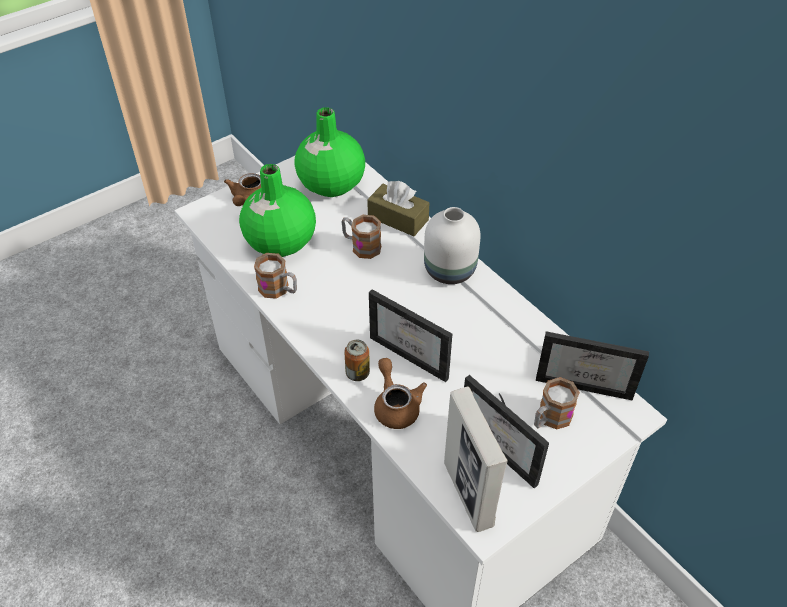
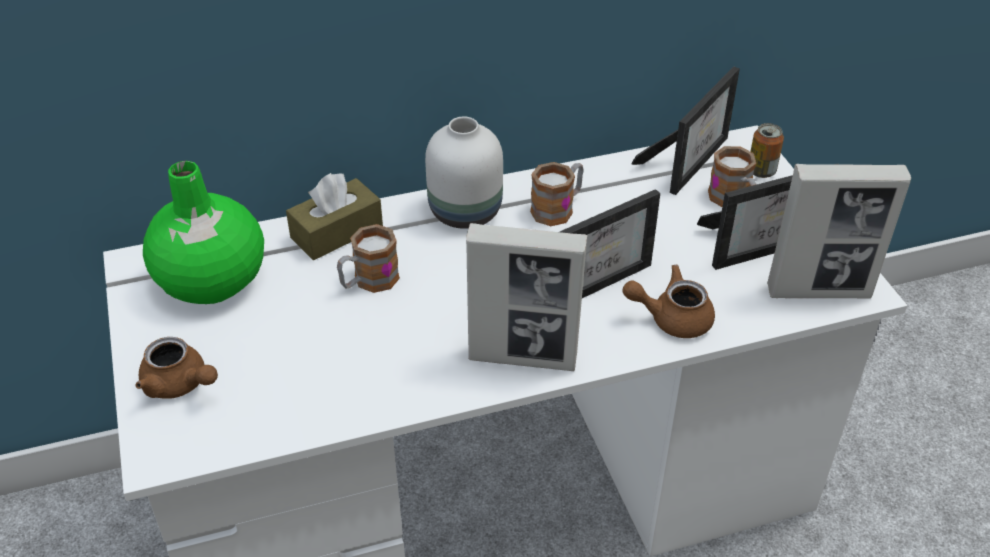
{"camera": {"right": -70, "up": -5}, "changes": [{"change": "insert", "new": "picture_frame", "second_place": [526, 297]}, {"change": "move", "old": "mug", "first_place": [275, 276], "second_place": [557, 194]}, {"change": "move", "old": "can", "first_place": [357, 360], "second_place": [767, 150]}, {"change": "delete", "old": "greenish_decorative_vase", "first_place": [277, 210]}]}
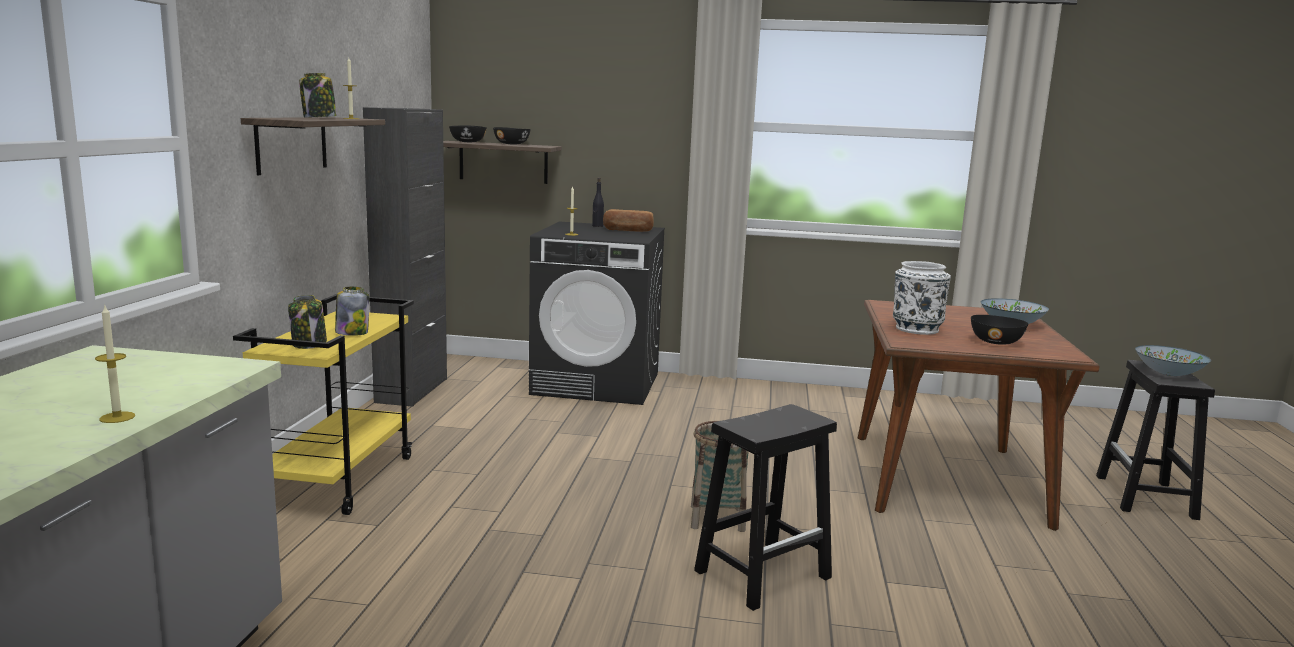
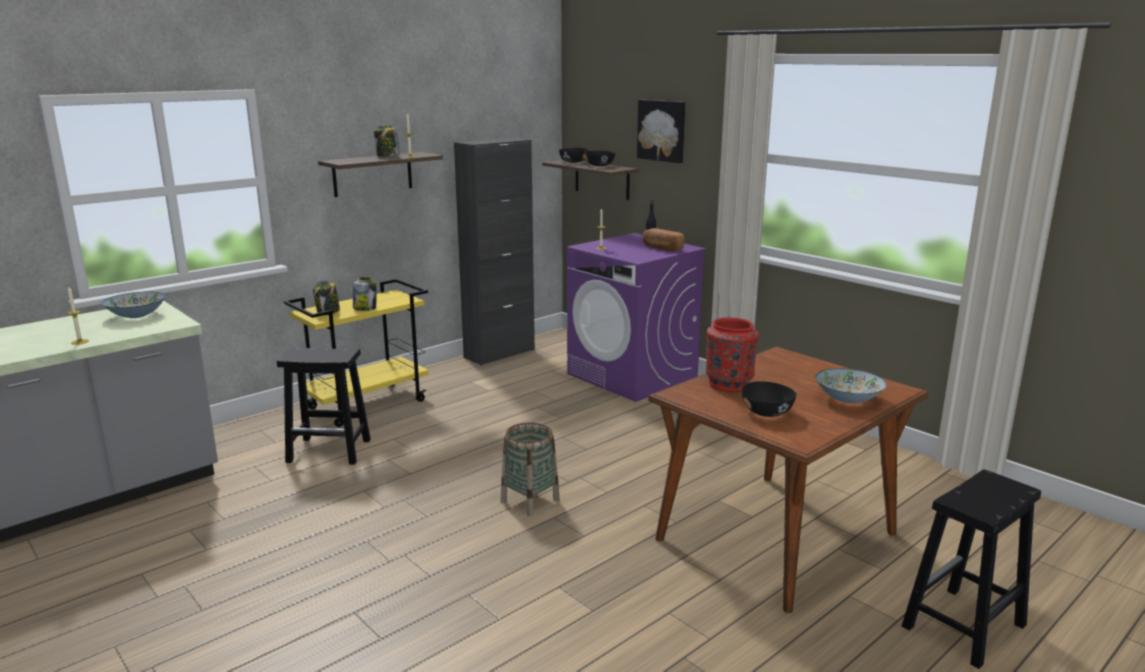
{"camera": {"right": 40, "up": 5}, "changes": [{"change": "move", "old": "serving_bowl", "first_place": [1173, 360], "second_place": [133, 304]}, {"change": "move", "old": "black_stool_seat", "first_place": [765, 507], "second_place": [324, 406]}, {"change": "recolor", "old": "black_washing_machine", "new": "purplish_washing_machine", "first_place": [597, 313], "second_place": [637, 317]}, {"change": "insert", "new": "wall_art", "second_place": [661, 131]}, {"change": "recolor", "old": "white-coloured_decorative_vase", "new": "reddish_decorative_vase", "first_place": [922, 298], "second_place": [732, 354]}]}
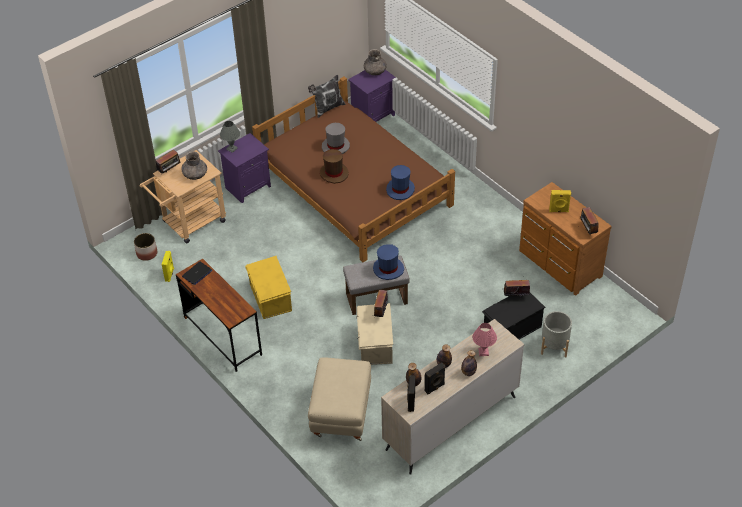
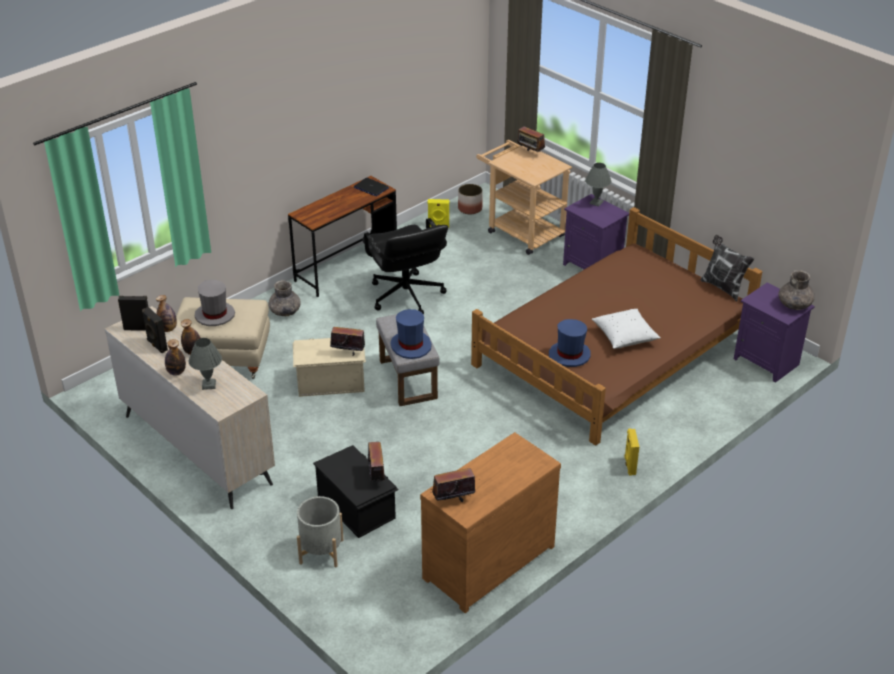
{"camera": {"right": 85, "up": -10}, "changes": [{"change": "recolor", "old": "pink-coloured_tabletop_lamp", "new": "greyish_tabletop_lamp", "first_place": [485, 339], "second_place": [205, 364]}, {"change": "move", "old": "greyish_hat", "first_place": [336, 138], "second_place": [215, 303]}, {"change": "move", "old": "greyish_decorative_vase", "first_place": [194, 165], "second_place": [284, 298]}, {"change": "replace", "old": "yellowish_storage_container", "new": "black_desk_chair", "first_place": [268, 287], "second_place": [405, 266]}, {"change": "insert", "new": "white-coloured_throw_pillow", "second_place": [626, 329]}, {"change": "move", "old": "yellowish_audio_speaker", "first_place": [560, 201], "second_place": [631, 452]}, {"change": "delete", "old": "brown-coloured_hat", "first_place": [334, 166]}]}
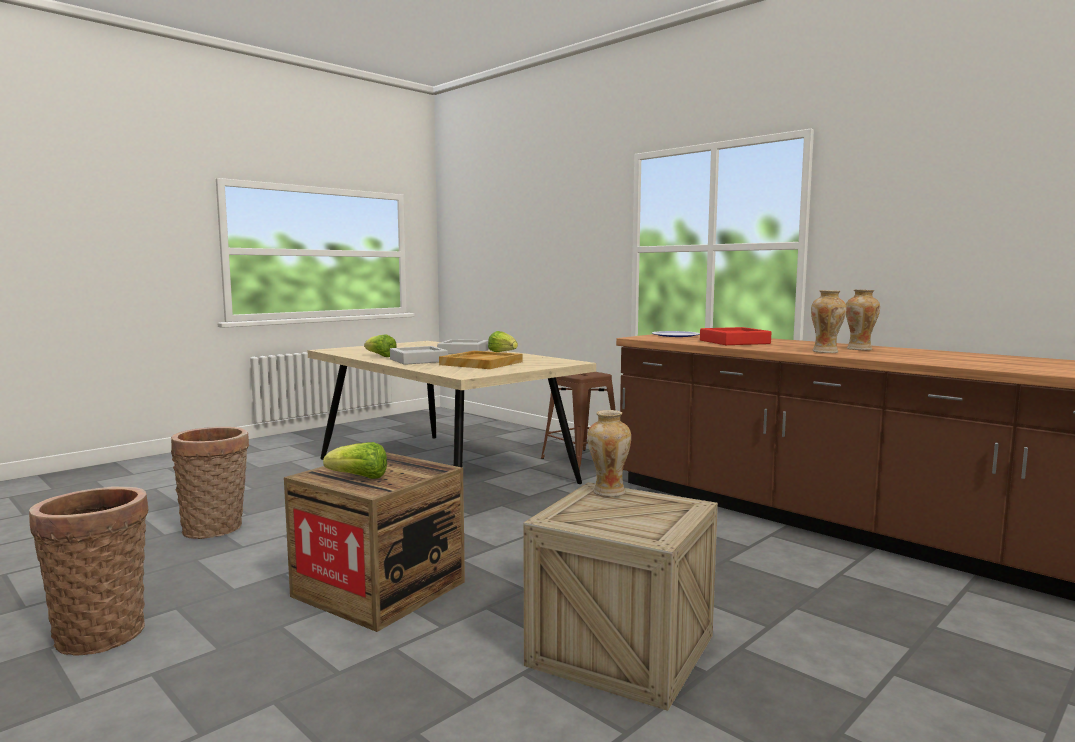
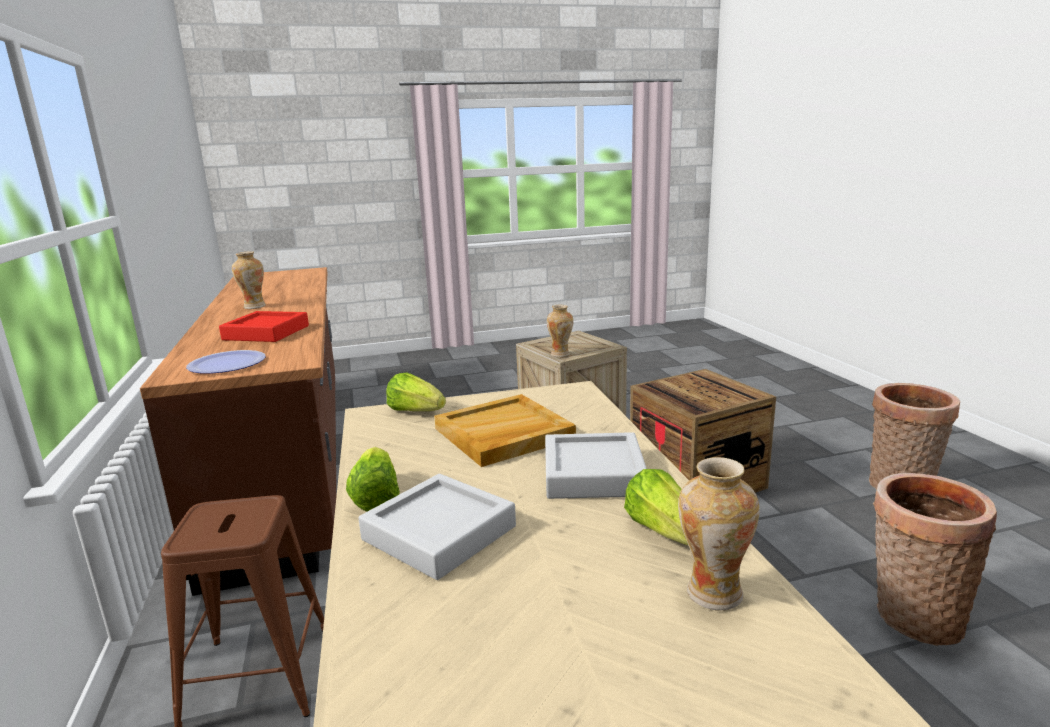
{"camera": {"right": -150, "up": 10}, "changes": [{"change": "move", "old": "head_of_lettuce", "first_place": [355, 460], "second_place": [416, 391]}, {"change": "move", "old": "decorative_vase", "first_place": [829, 321], "second_place": [719, 534]}]}
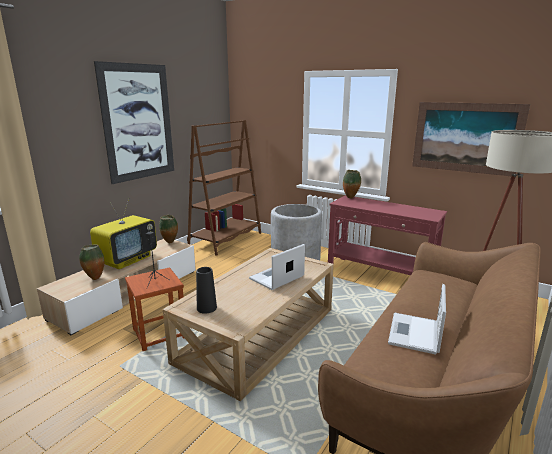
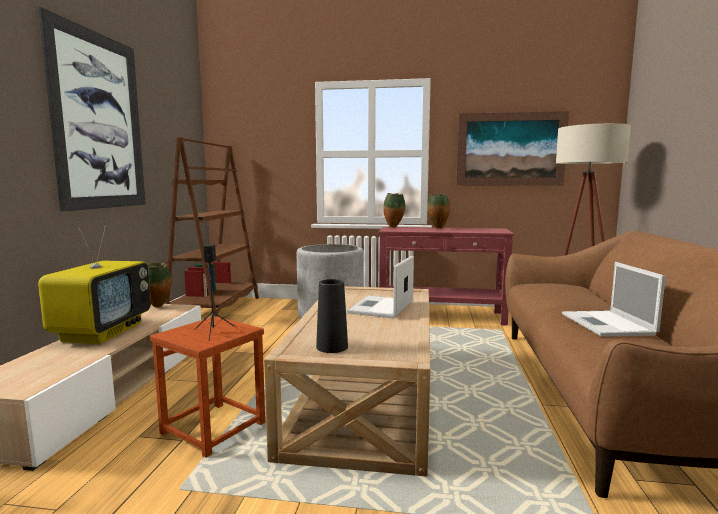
{"camera": {"right": -25, "up": -10}, "changes": [{"change": "move", "old": "decorative_vase", "first_place": [91, 262], "second_place": [438, 210]}]}
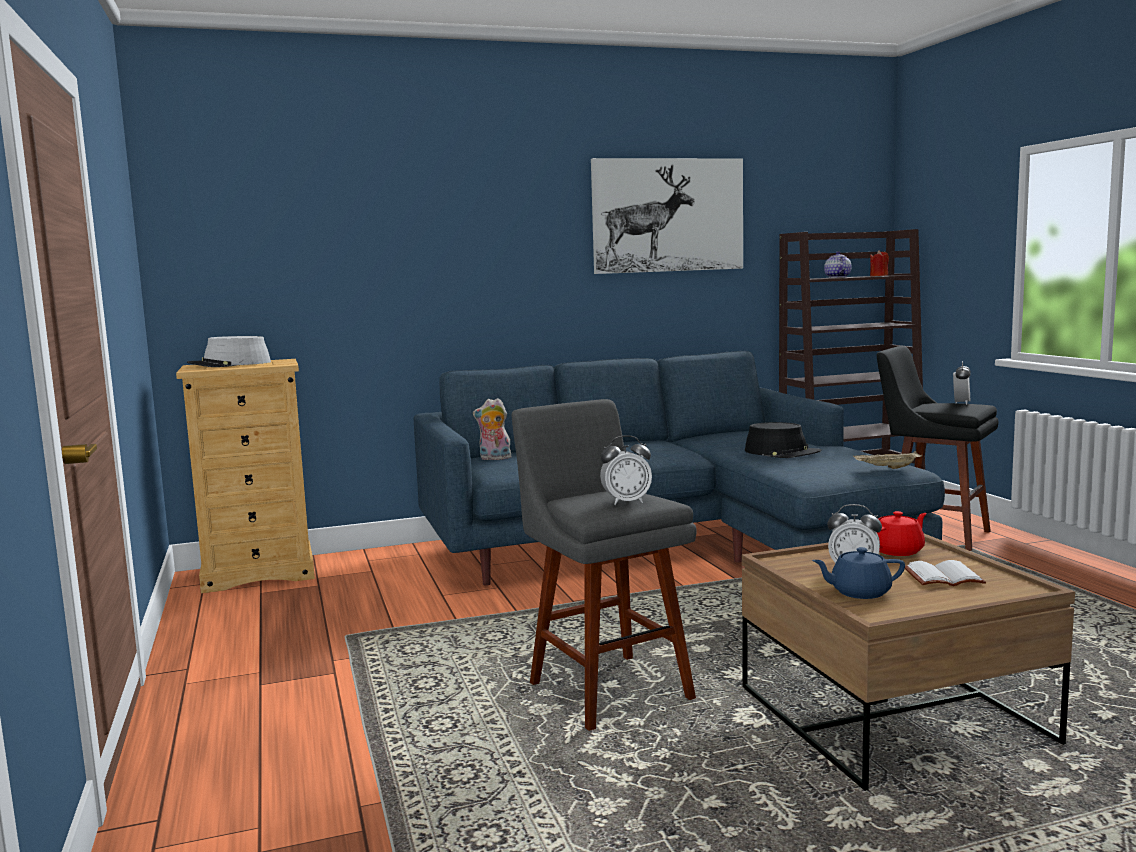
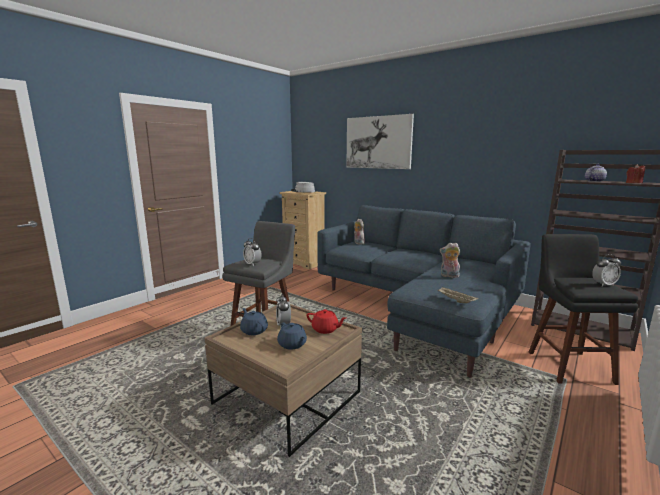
{"camera": {"right": 55, "up": 5}, "changes": [{"change": "replace", "old": "white-coloured_bound_book", "new": "blue_pot_for_tea", "first_place": [945, 573], "second_place": [292, 336]}, {"change": "move", "old": "wall_art", "first_place": [667, 216], "second_place": [380, 141]}, {"change": "replace", "old": "black_hat", "new": "soft_toy", "first_place": [783, 440], "second_place": [450, 260]}]}
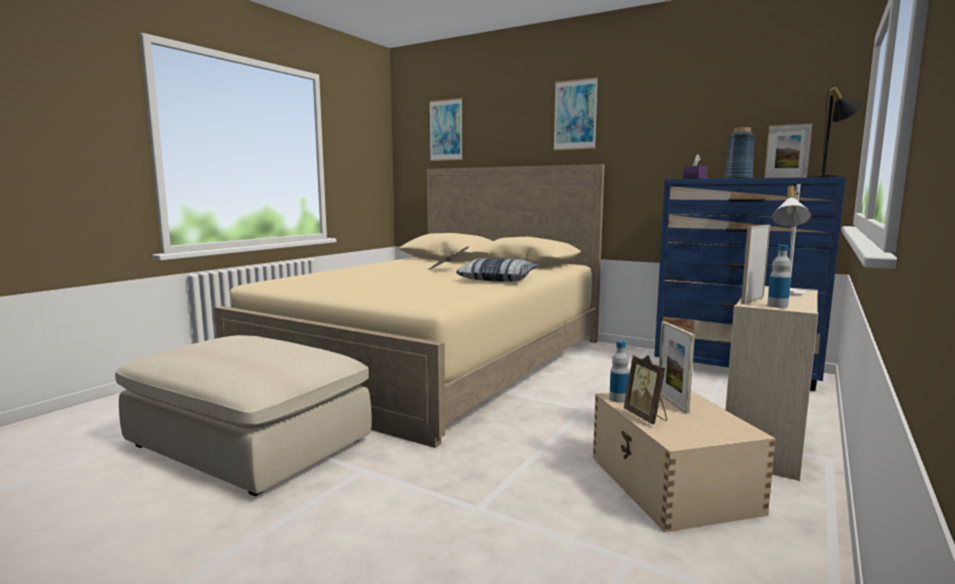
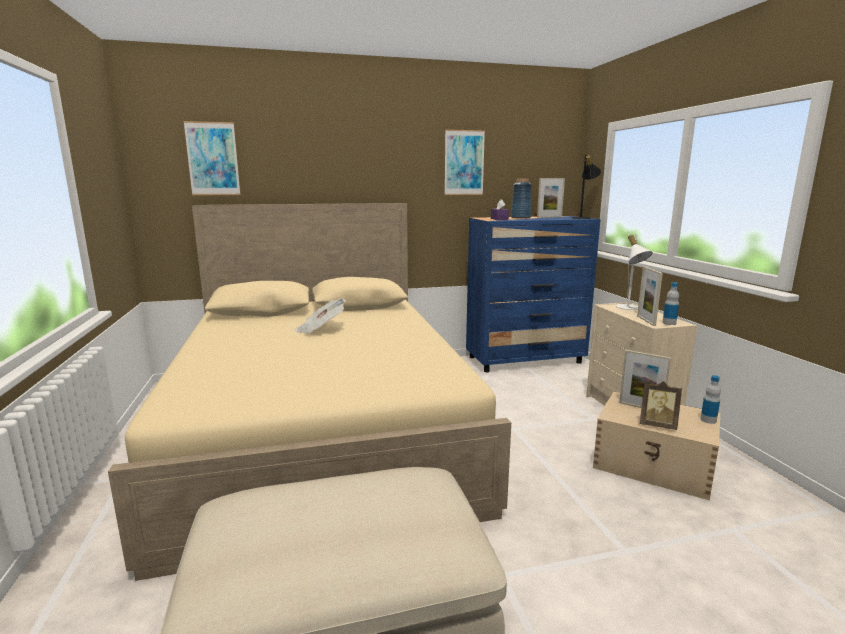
{"camera": {"right": -45, "up": 5}, "changes": [{"change": "move", "old": "wall_art", "first_place": [576, 113], "second_place": [464, 162]}, {"change": "move", "old": "drink_bottle", "first_place": [619, 372], "second_place": [710, 399]}, {"change": "delete", "old": "throw_pillow", "first_place": [497, 269]}]}
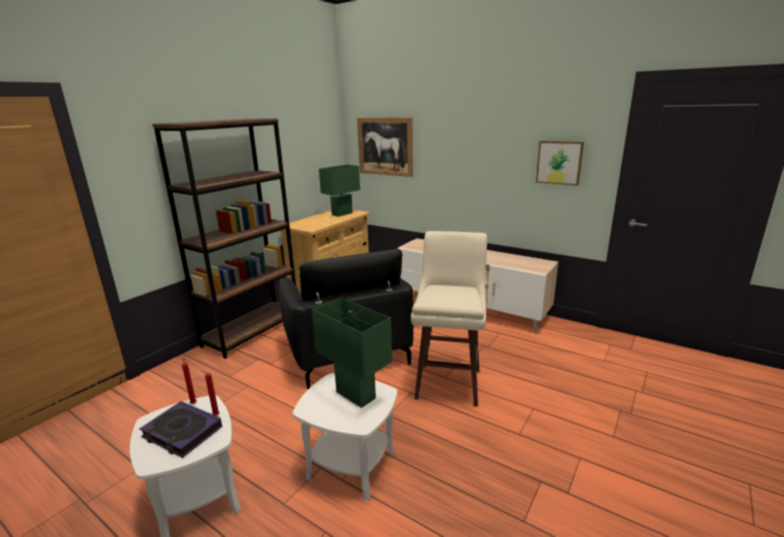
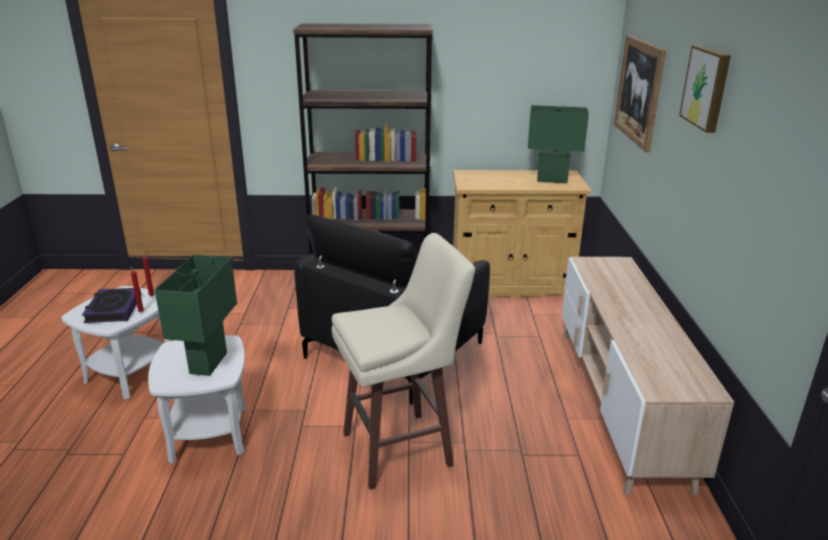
{"camera": {"right": 55, "up": 5}, "changes": [{"change": "move", "old": "wall_art", "first_place": [560, 163], "second_place": [705, 89]}]}
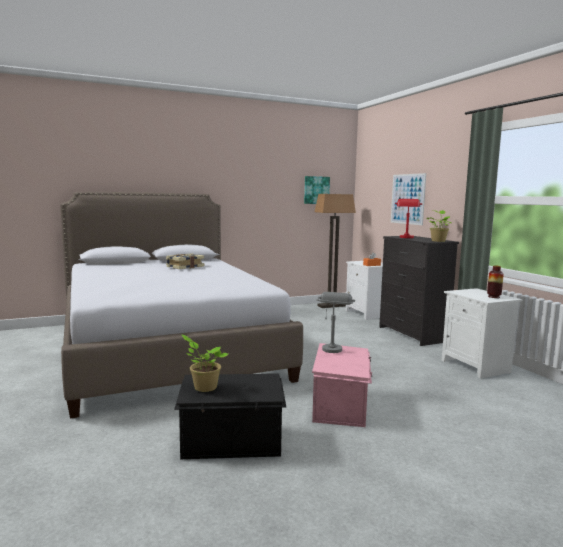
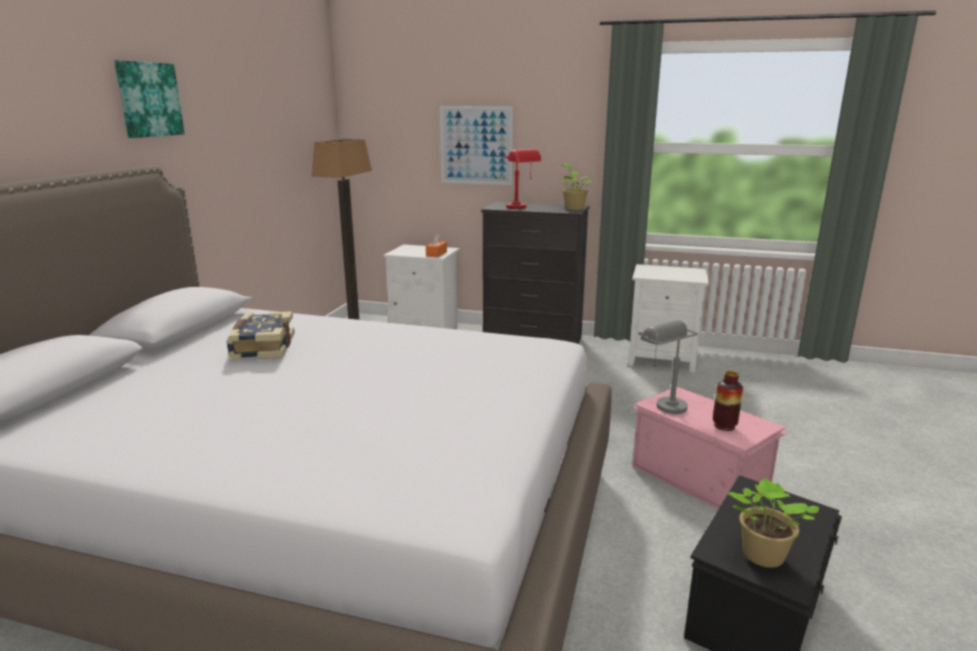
{"camera": {"right": -50, "up": 10}, "changes": [{"change": "move", "old": "wall_art", "first_place": [317, 190], "second_place": [149, 99]}, {"change": "move", "old": "decorative_vase", "first_place": [495, 281], "second_place": [728, 401]}]}
